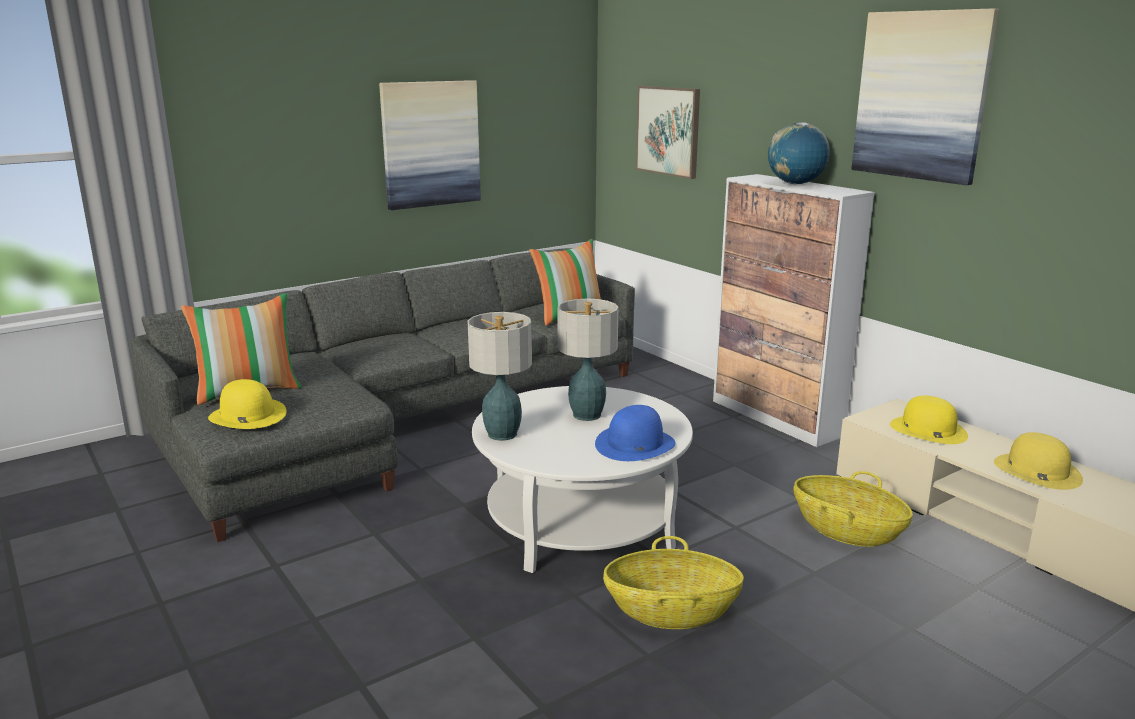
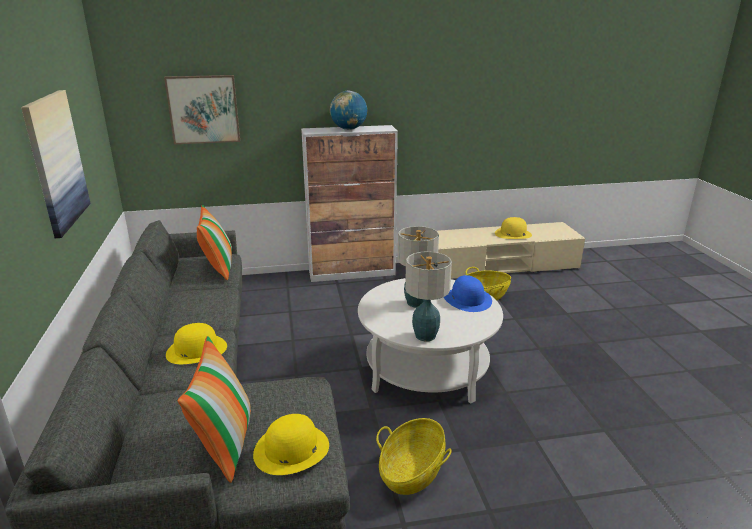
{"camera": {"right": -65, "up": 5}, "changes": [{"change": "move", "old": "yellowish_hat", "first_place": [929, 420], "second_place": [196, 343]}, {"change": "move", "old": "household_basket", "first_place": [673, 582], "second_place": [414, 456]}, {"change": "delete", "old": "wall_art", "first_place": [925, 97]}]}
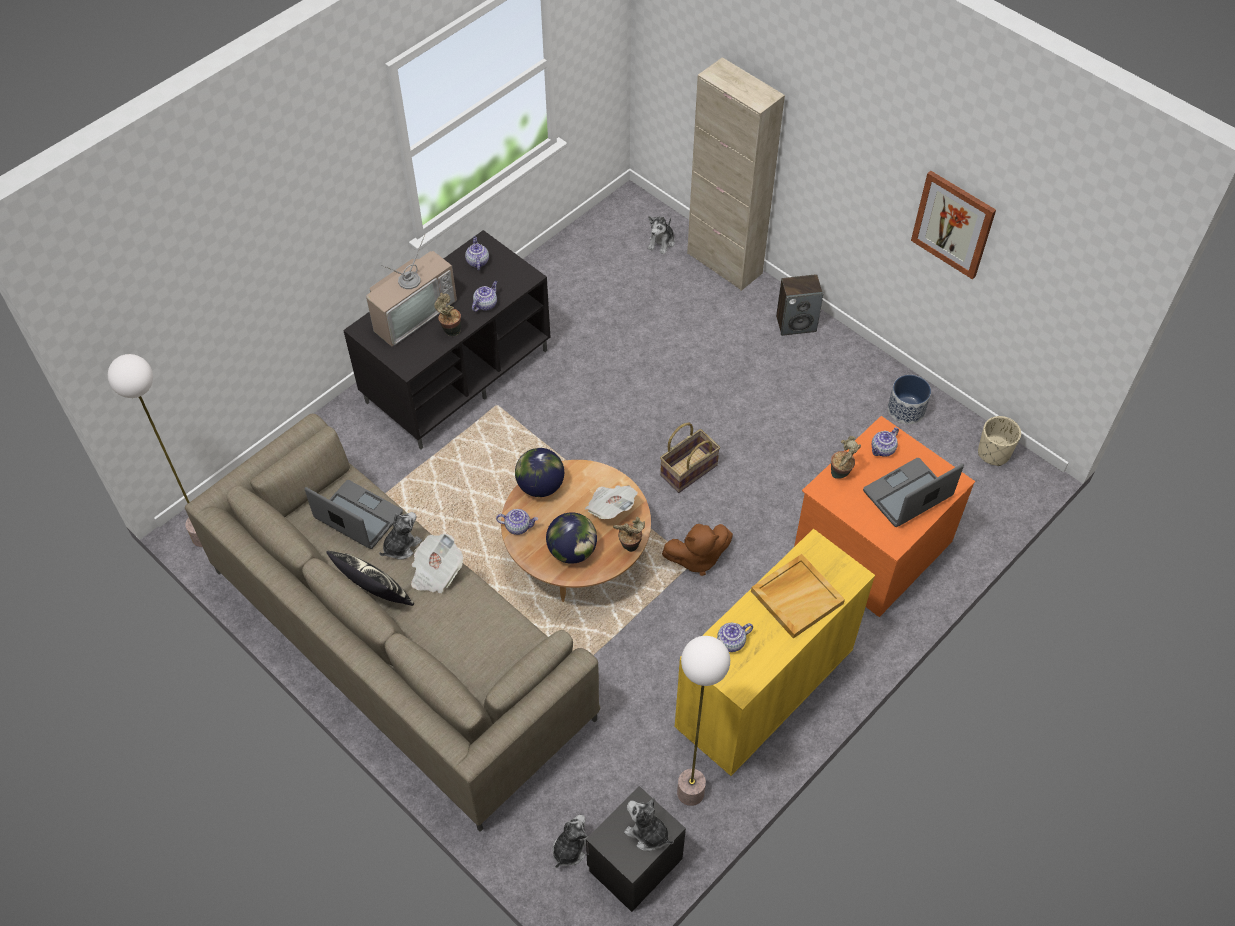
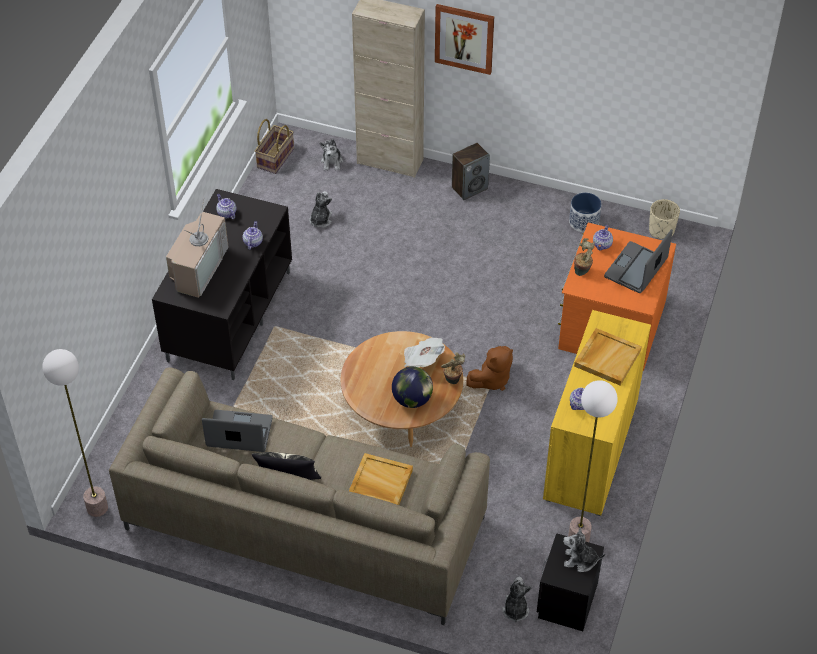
{"camera": {"right": -25, "up": -5}, "changes": [{"change": "move", "old": "household_basket", "first_place": [690, 457], "second_place": [274, 146]}, {"change": "move", "old": "soft_toy", "first_place": [400, 536], "second_place": [320, 209]}, {"change": "insert", "new": "sand-coloured_tray", "second_place": [381, 479]}, {"change": "move", "old": "wall_art", "first_place": [953, 225], "second_place": [464, 39]}, {"change": "delete", "old": "printed_paper", "first_place": [437, 564]}, {"change": "delete", "old": "potted_plant", "first_place": [447, 315]}, {"change": "delete", "old": "pot_for_tea", "first_place": [517, 522]}, {"change": "delete", "old": "globe", "first_place": [539, 472]}]}
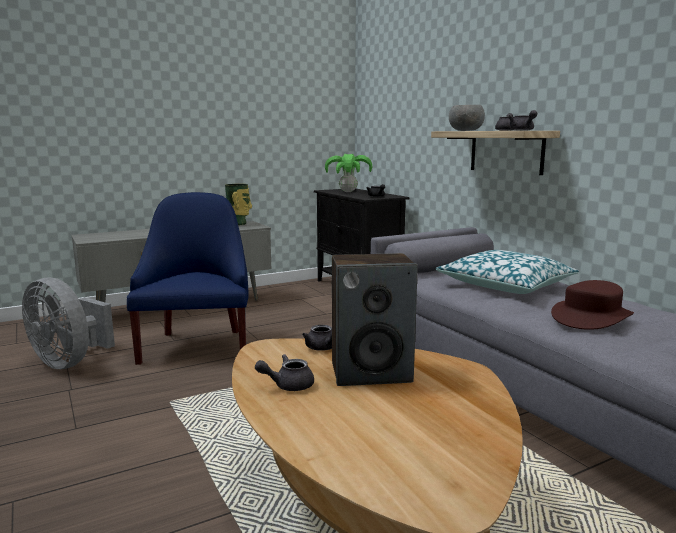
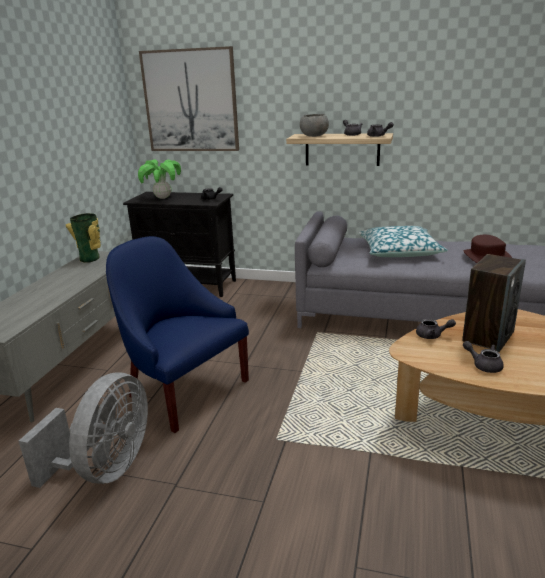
{"camera": {"right": -45, "up": 10}, "changes": [{"change": "rotate", "old": "greyish_electric_fan", "first_place": [68, 323], "second_place": [83, 430], "degrees": -60}, {"change": "insert", "new": "wall_art", "second_place": [189, 98]}, {"change": "rotate", "old": "greyish_pot_for_tea", "first_place": [284, 372], "second_place": [483, 357], "degrees": 105}]}
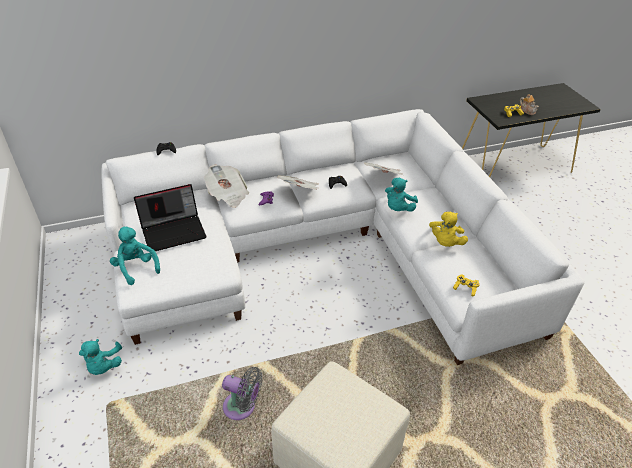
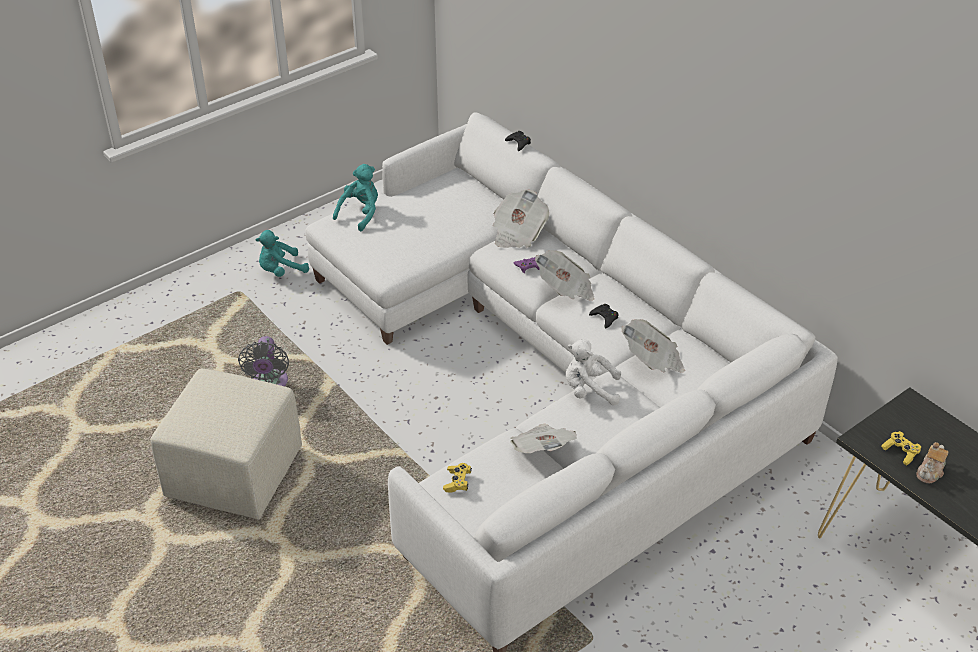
{"camera": {"right": 70, "up": 0}, "changes": [{"change": "replace", "old": "yellowish_soft_toy", "new": "printed_paper", "first_place": [448, 229], "second_place": [543, 438]}, {"change": "recolor", "old": "turquoise_soft_toy", "new": "white-coloured_soft_toy", "first_place": [401, 194], "second_place": [593, 372]}, {"change": "delete", "old": "notebook_computer", "first_place": [170, 217]}]}
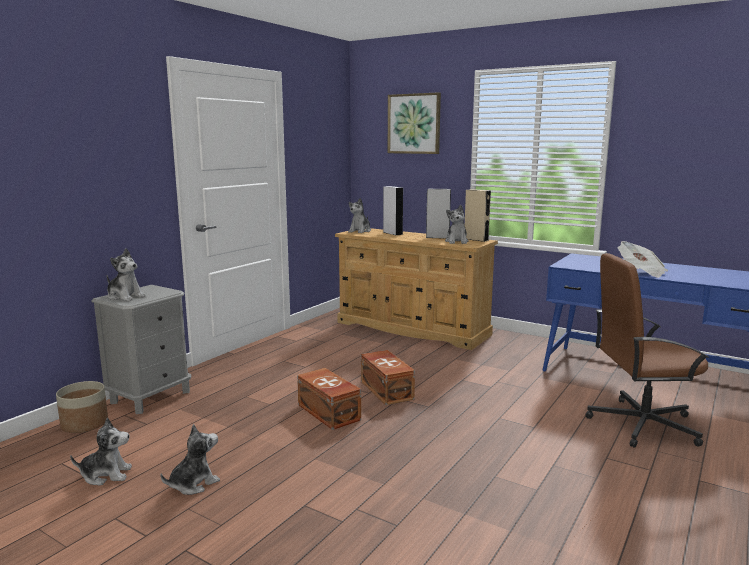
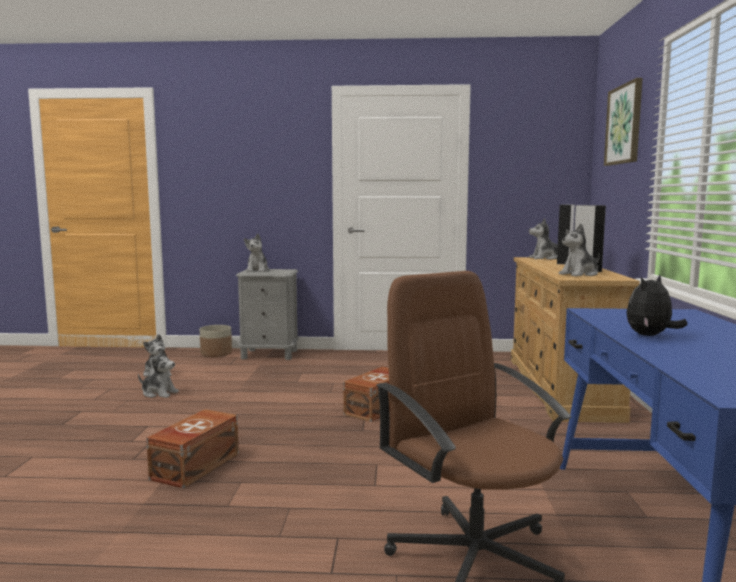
{"camera": {"right": 60, "up": -5}, "changes": [{"change": "move", "old": "brown-coloured_storage_container", "first_place": [329, 399], "second_place": [192, 448]}, {"change": "replace", "old": "printed_paper", "new": "soft_toy", "first_place": [643, 259], "second_place": [657, 305]}, {"change": "delete", "old": "sand-coloured_audio_speaker", "first_place": [478, 215]}]}
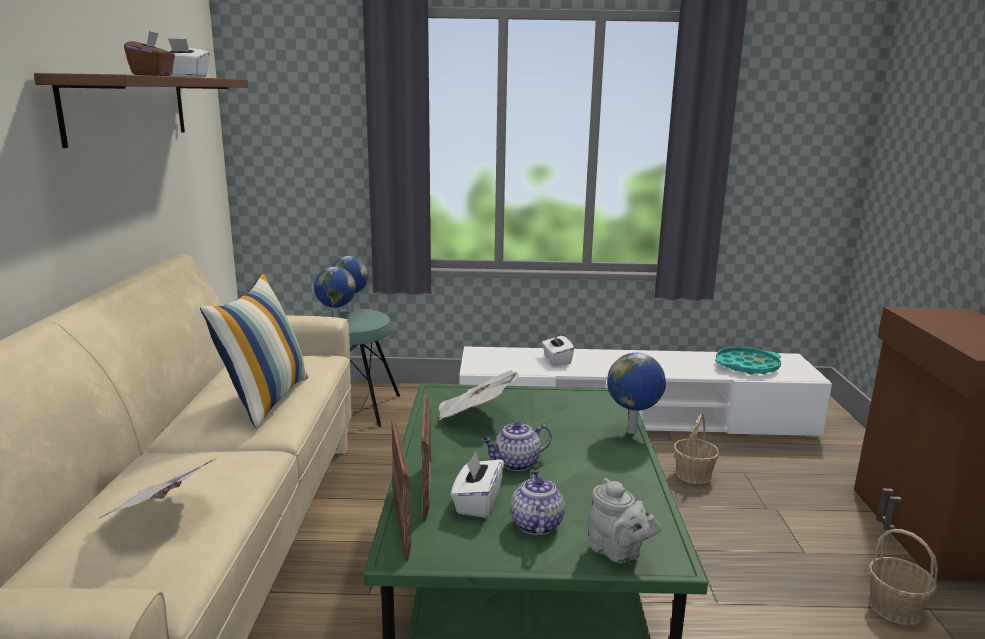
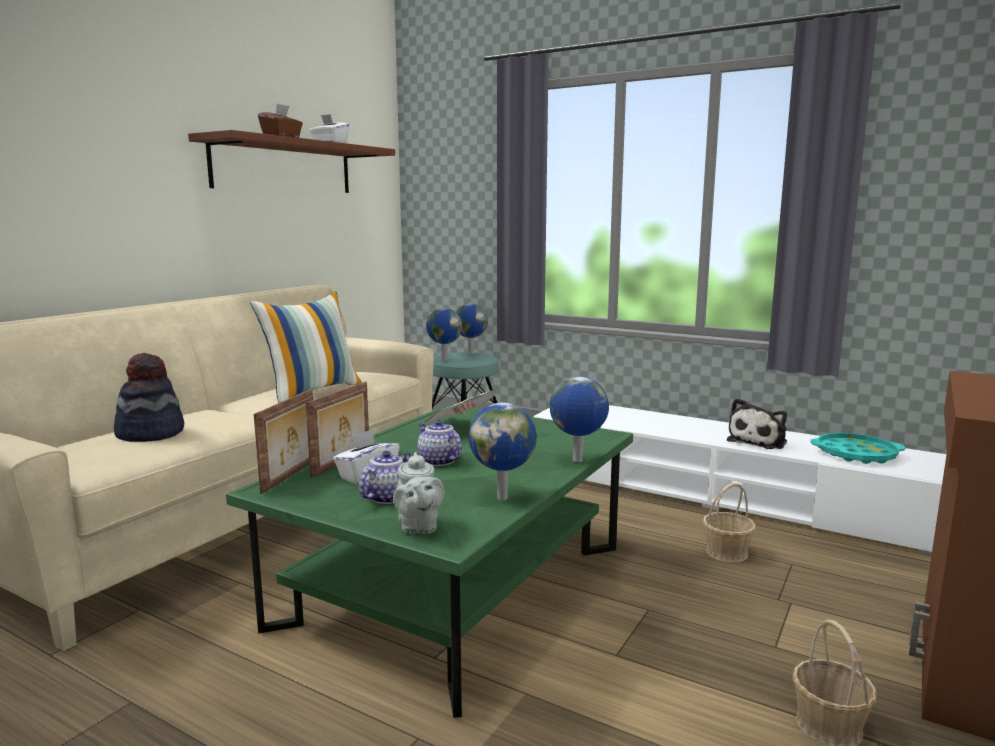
{"camera": {"right": 30, "up": -5}, "changes": [{"change": "replace", "old": "printed_paper", "new": "hat", "first_place": [155, 489], "second_place": [149, 397]}, {"change": "rotate", "old": "pot_for_tea", "first_place": [517, 446], "second_place": [440, 443], "degrees": 45}, {"change": "insert", "new": "globe", "second_place": [503, 451]}, {"change": "insert", "new": "soft_toy", "second_place": [757, 423]}, {"change": "delete", "old": "white-coloured_box_of_tissues", "first_place": [558, 349]}]}
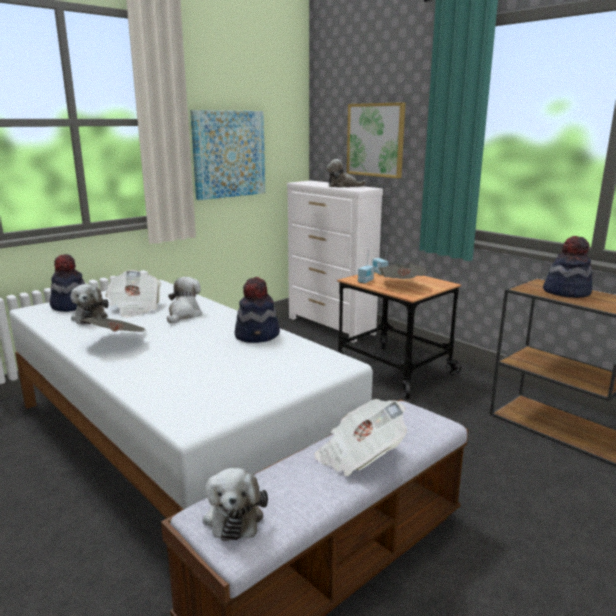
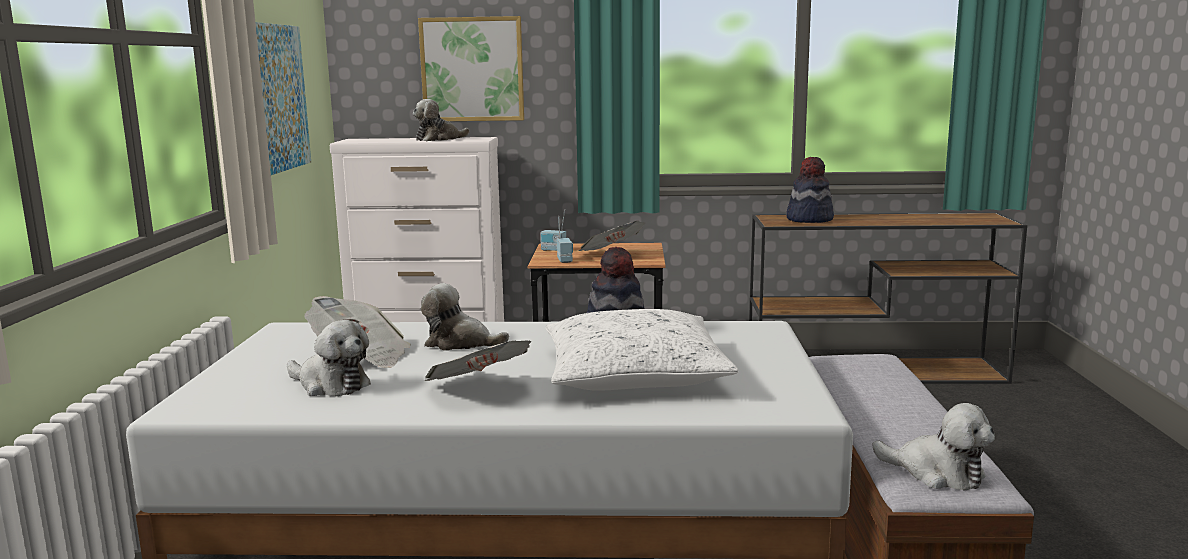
{"camera": {"right": -45, "up": -5}, "changes": [{"change": "rotate", "old": "soft_toy", "first_place": [184, 300], "second_place": [465, 317], "degrees": -45}, {"change": "insert", "new": "white-coloured_throw_pillow", "second_place": [642, 350]}, {"change": "delete", "old": "hat", "first_place": [67, 283]}, {"change": "delete", "old": "printed_paper", "first_place": [361, 437]}]}
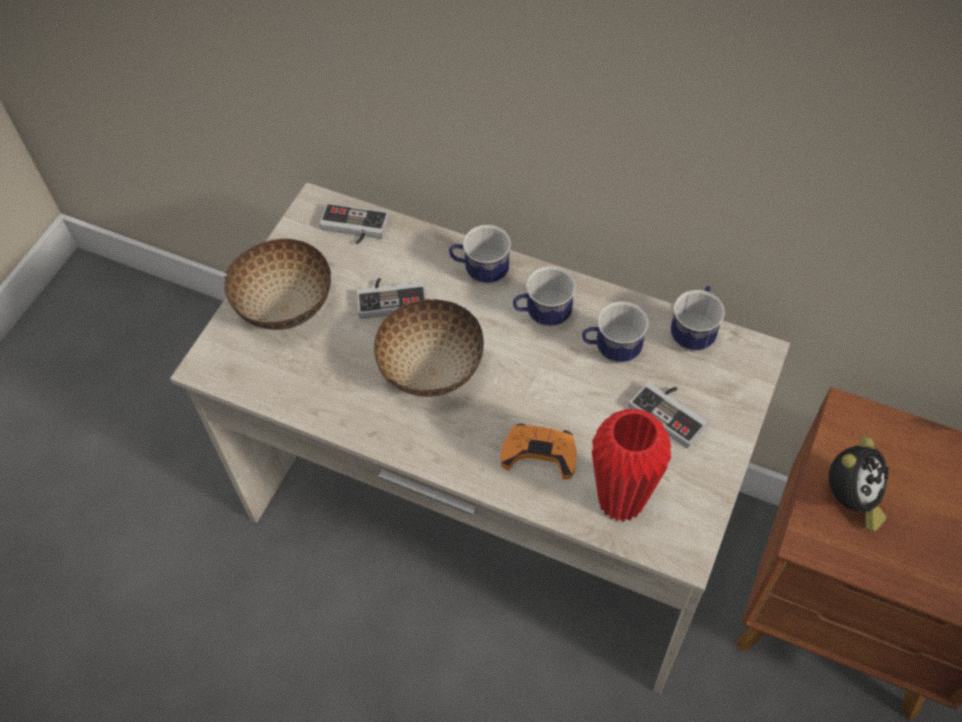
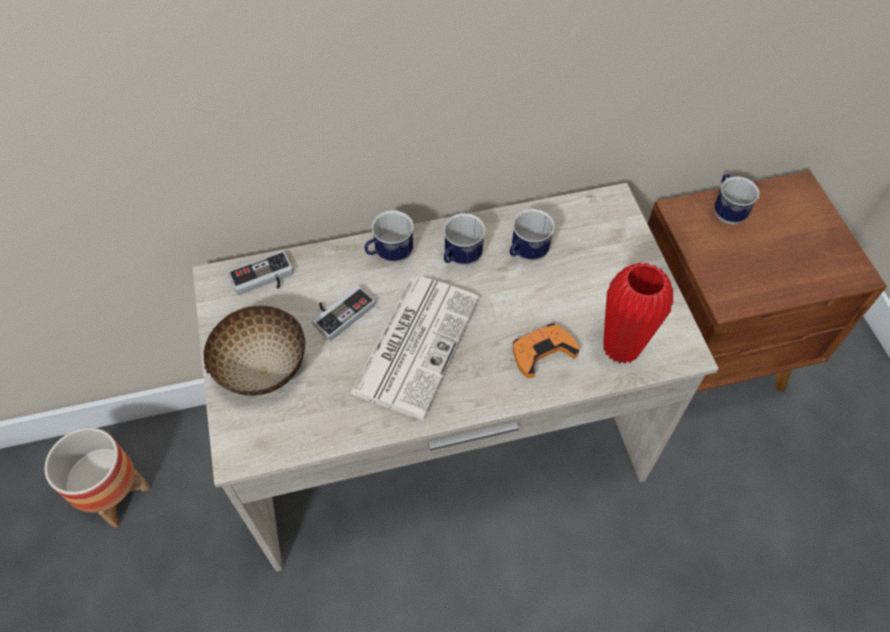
{"camera": {"right": -40, "up": 0}, "changes": [{"change": "insert", "new": "planter", "second_place": [97, 478]}, {"change": "replace", "old": "serving_bowl", "new": "printed_paper", "first_place": [429, 348], "second_place": [414, 347]}, {"change": "move", "old": "mug", "first_place": [698, 319], "second_place": [736, 199]}, {"change": "delete", "old": "gamepad", "first_place": [668, 415]}, {"change": "delete", "old": "bedside_clock", "first_place": [859, 484]}]}
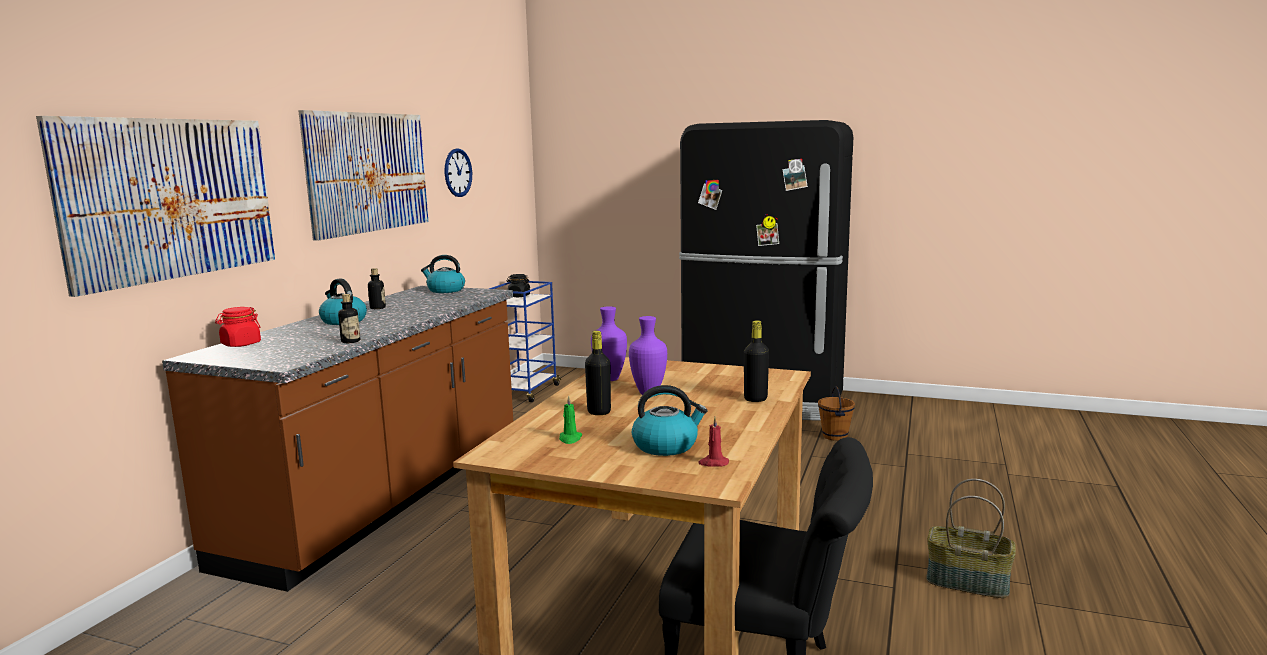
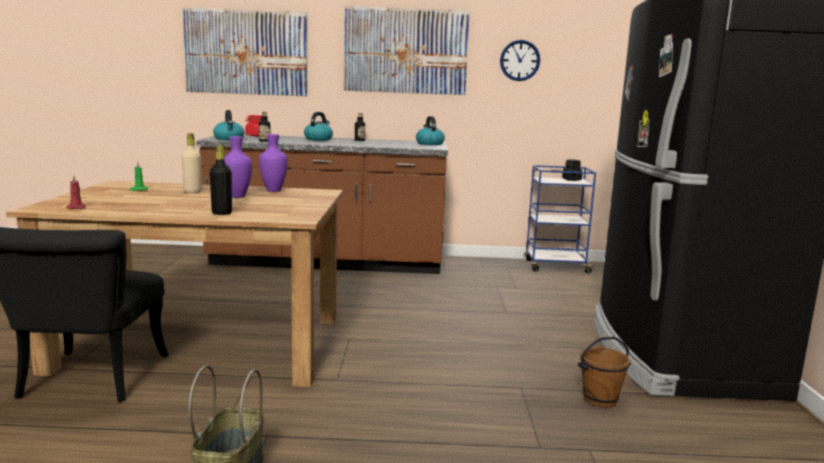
{"camera": {"right": 70, "up": 0}, "changes": [{"change": "recolor", "old": "black_drink_bottle", "new": "sand-coloured_drink_bottle", "first_place": [598, 373], "second_place": [192, 163]}, {"change": "move", "old": "water_kettle", "first_place": [670, 420], "second_place": [228, 125]}]}
